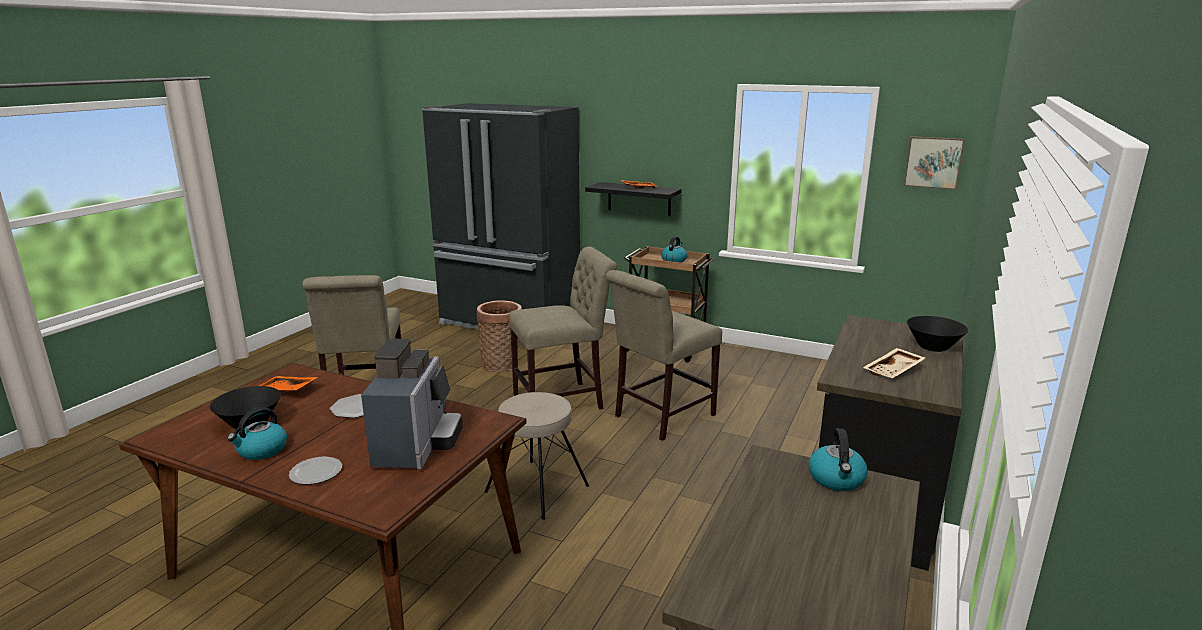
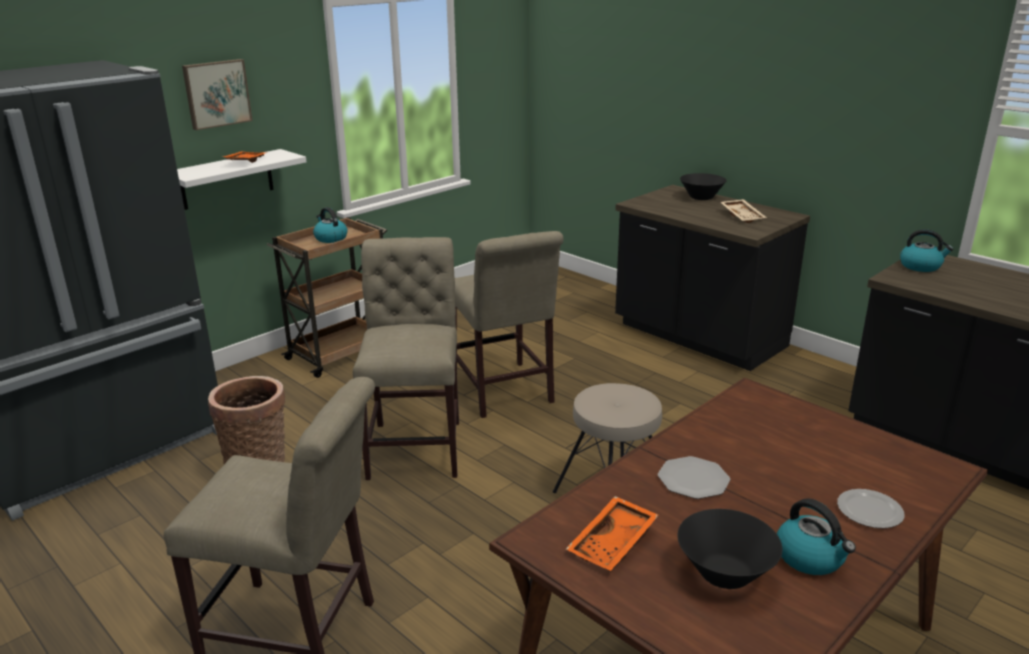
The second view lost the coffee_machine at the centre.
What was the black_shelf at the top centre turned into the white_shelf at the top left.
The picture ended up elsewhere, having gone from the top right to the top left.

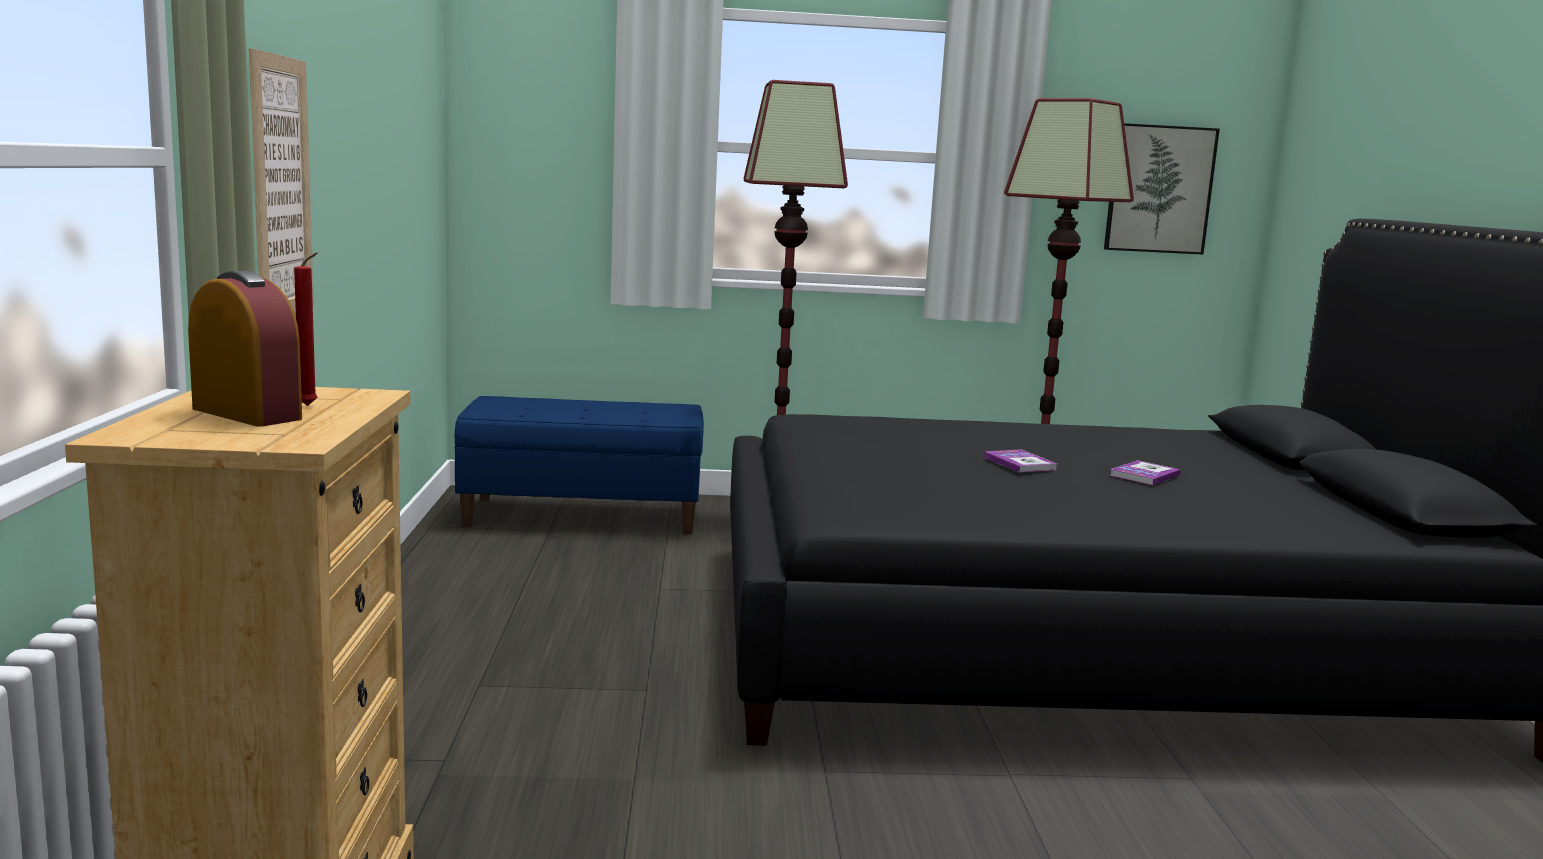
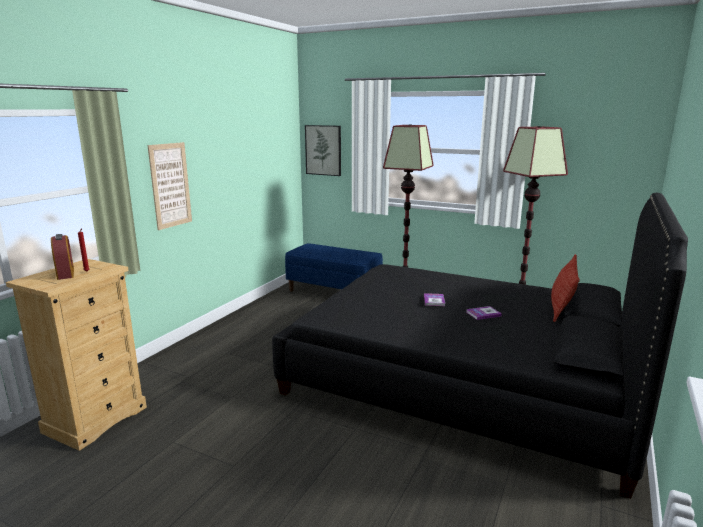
The picture (no. 2 from left) ended up elsewhere, having gone from the top right to the top centre.
The second view gained the pillow at the middle right.

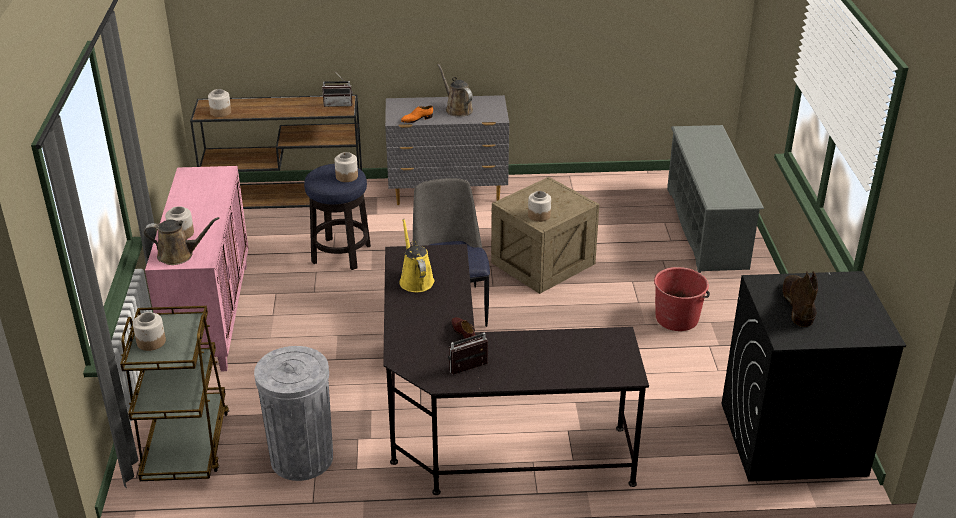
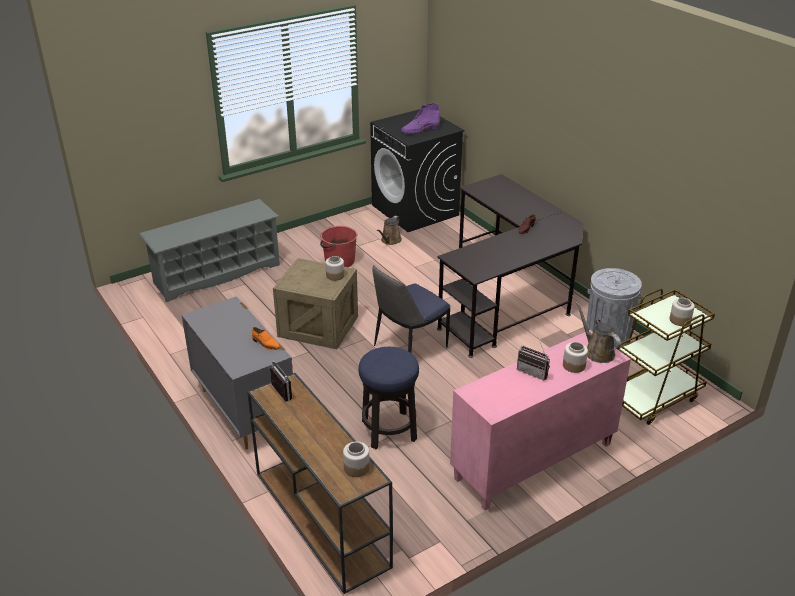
The second view lost the jar (no. 4 from left) at the top centre.
The second view lost the yellow_watering_can at the centre.
The brown_watering_can (no. 2 from left in the first image) ended up elsewhere, having gone from the top centre to the centre.
The radio (no. 2 from left) ended up elsewhere, having gone from the bottom centre to the middle right.
What was the brown_boot at the middle right turned into the purple_boot at the top centre.

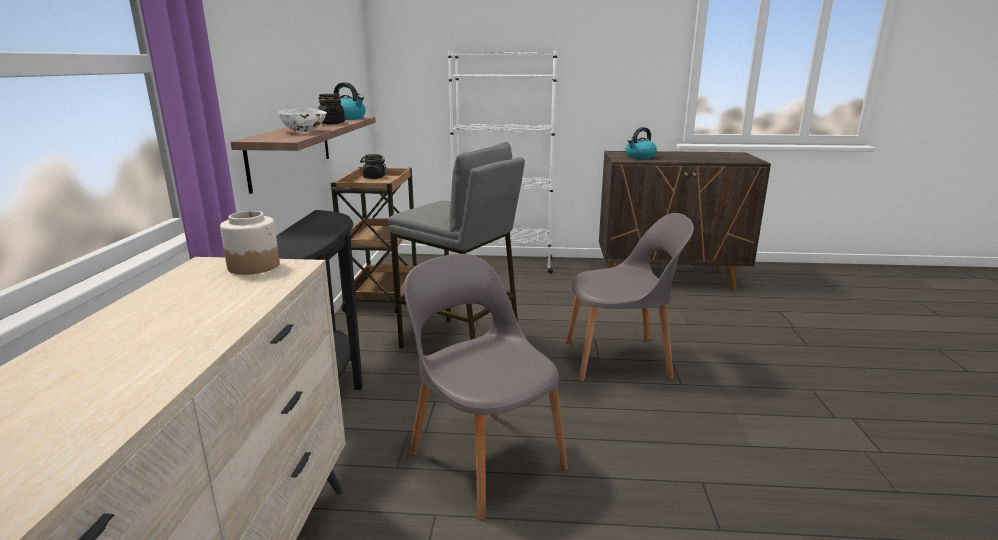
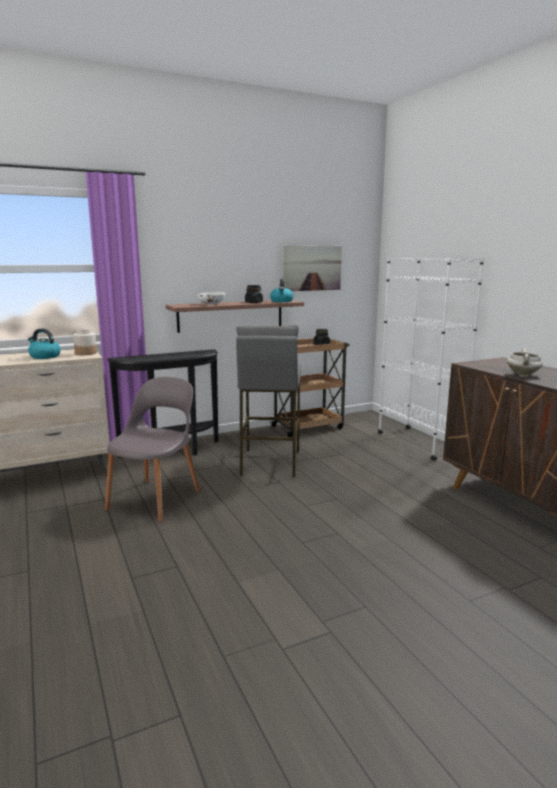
The second view lost the grey_chair (no. 2 from left) at the centre.
The kettle (no. 2 from left in the first image) ended up elsewhere, having gone from the top centre to the middle left.
The second view gained the picture at the centre.
The second view gained the white_cooking_pot at the middle right.

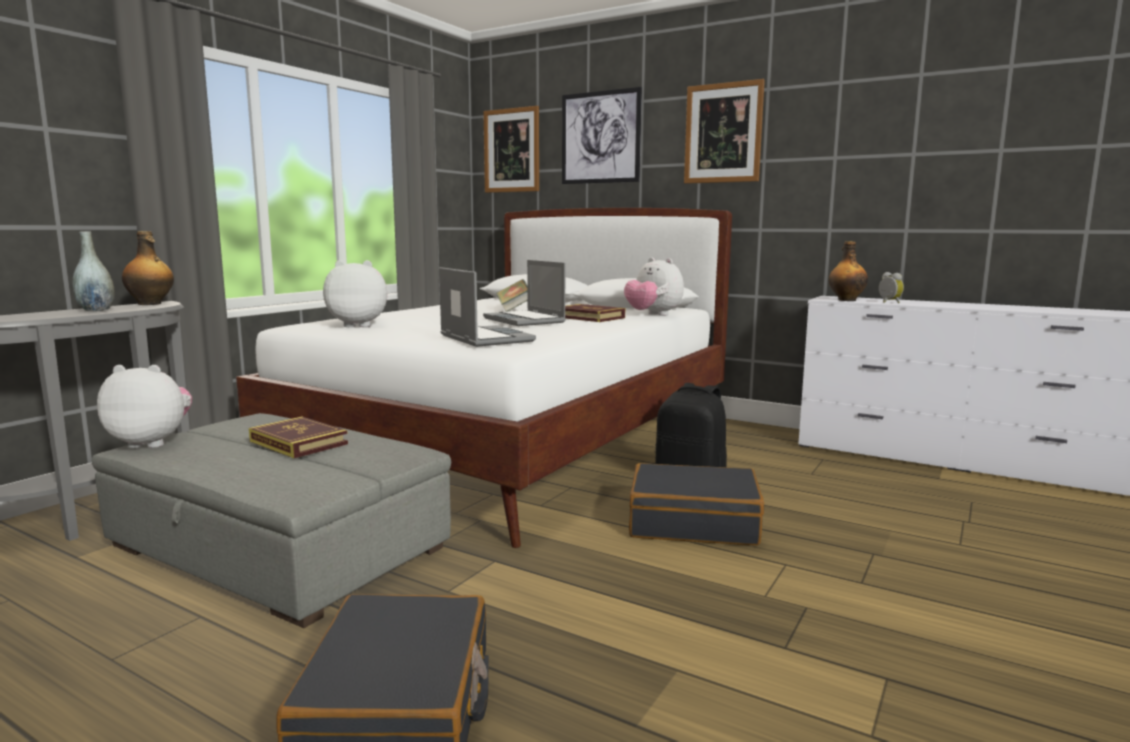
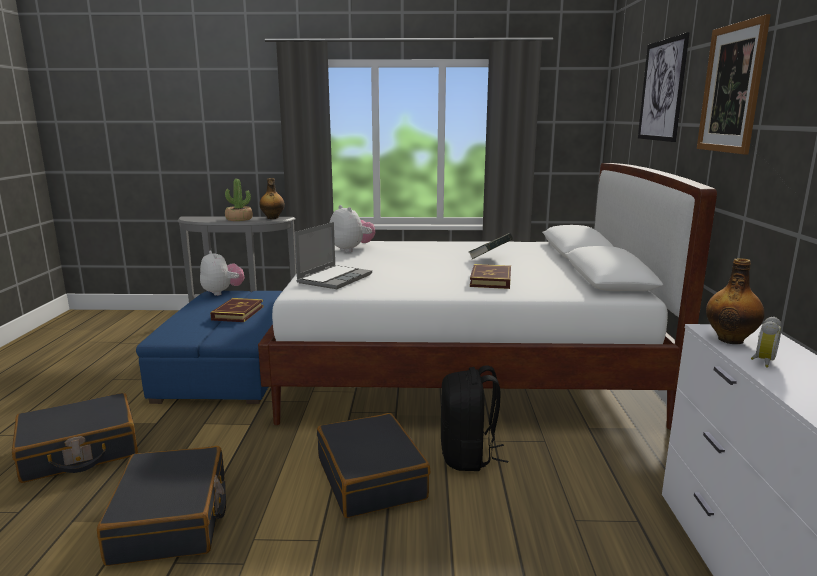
Where the grey_vase stood at the middle left, the potted_plant came to stand at the middle left.
What was the grey_ottoman at the bottom left turned into the blue_ottoman at the middle left.
The second view lost the picture (no. 1 from left) at the top centre.
The second view lost the laptop (no. 2 from left) at the centre.
The second view lost the plush_toy (no. 3 from left) at the centre.
The second view gained the black_suitcase (no. 2 from left) at the bottom left.

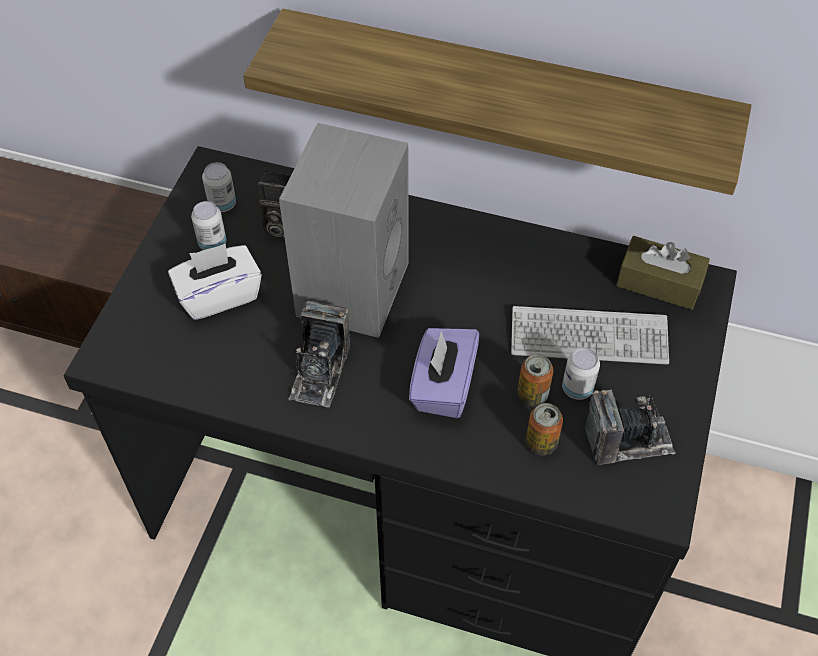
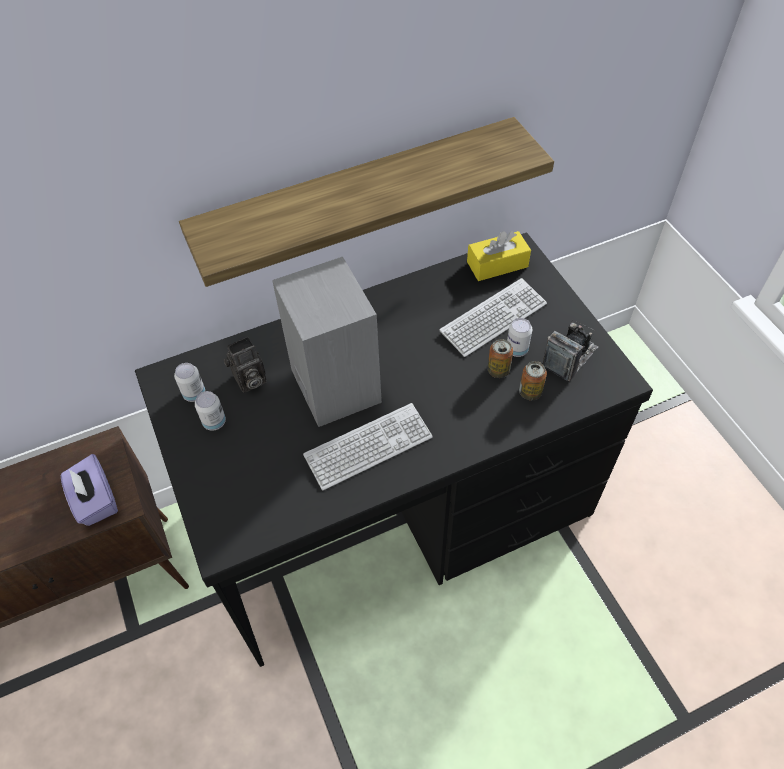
The second view lost the white_tissue_box at the middle left.
Where the photo_camera (no. 2 from left) stood at the centre, the keyboard (no. 1 from left) came to stand at the centre.
The purple_tissue_box ended up elsewhere, having gone from the centre to the middle left.
What was the brown_tissue_box at the middle right turned into the yellow_tissue_box at the top centre.

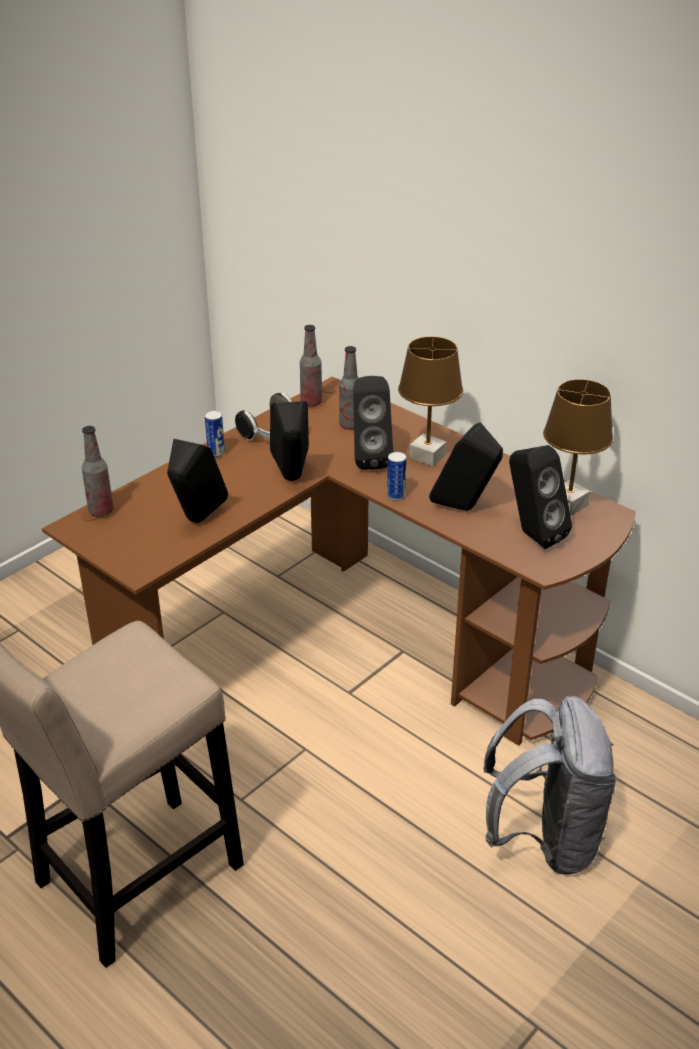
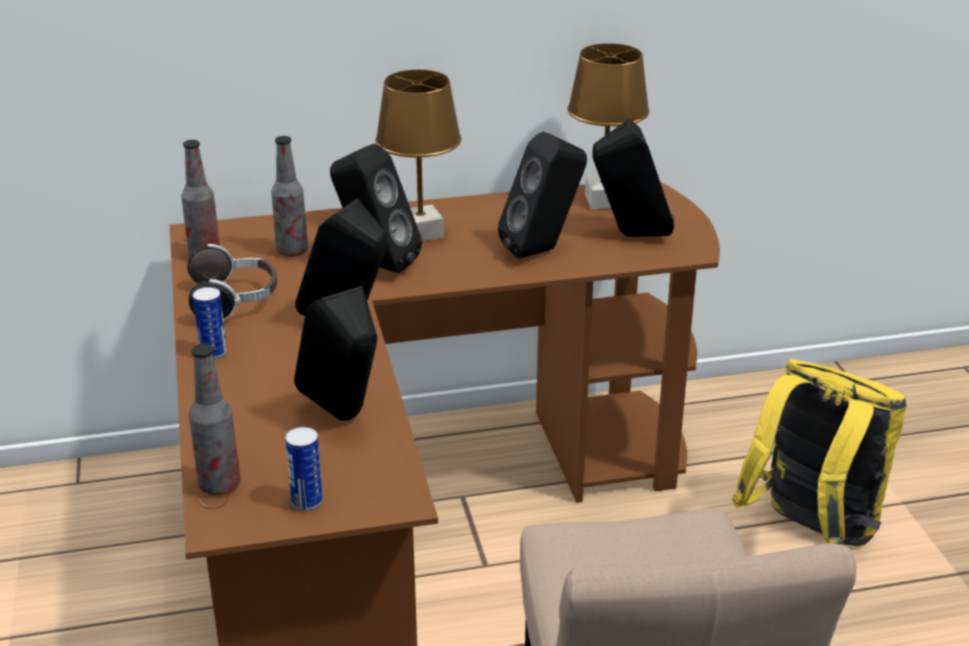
The can (no. 2 from left) ended up elsewhere, having gone from the centre to the bottom left.
What was the grey_backpack at the bottom right turned into the yellow_backpack at the bottom right.

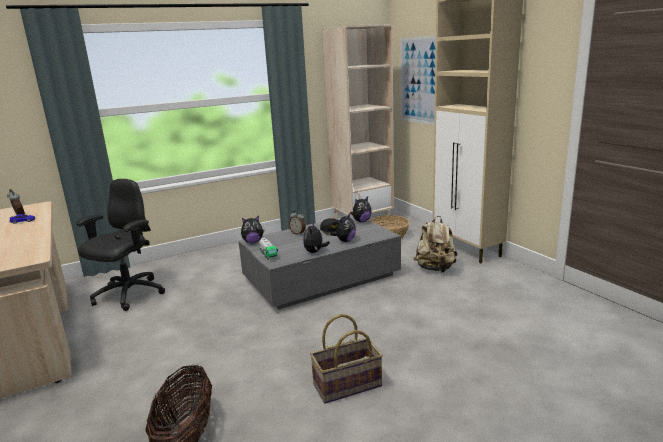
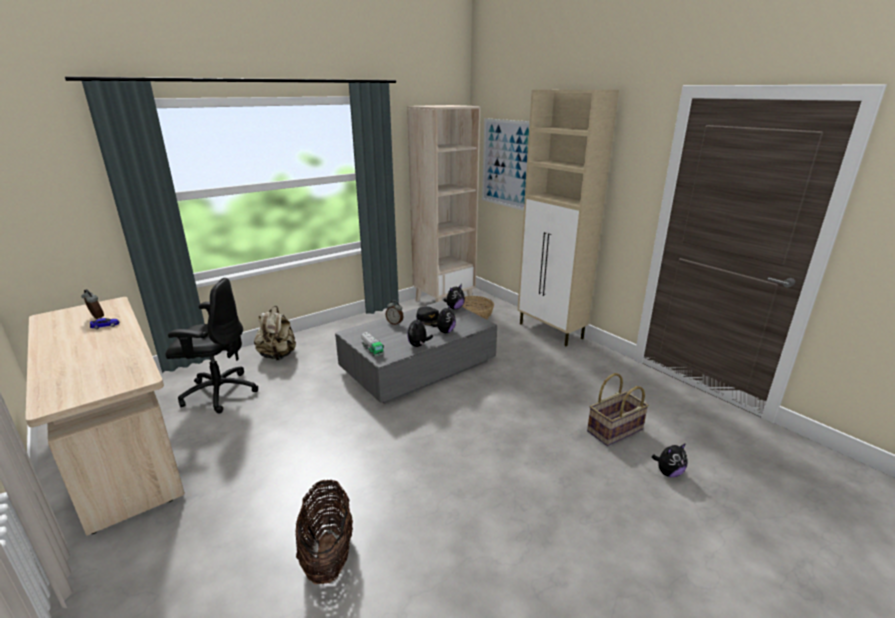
The black_office_chair at the middle left ended up facing another way, 75 degrees clockwise from before.
The plush_toy (no. 1 from left in the first image) ended up elsewhere, having gone from the centre to the bottom right.
The basket (no. 2 from left in the first image) ended up elsewhere, having gone from the bottom centre to the middle right.
The beige_backpack ended up elsewhere, having gone from the centre to the middle left.

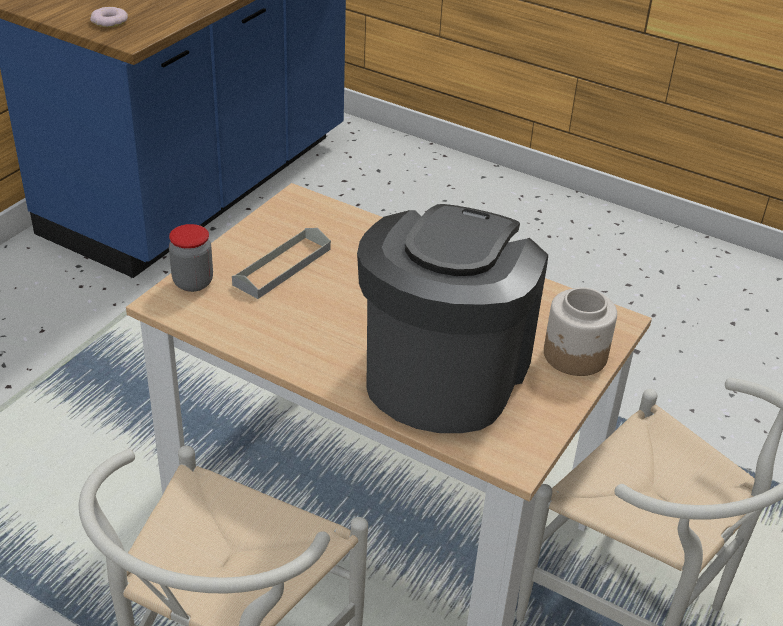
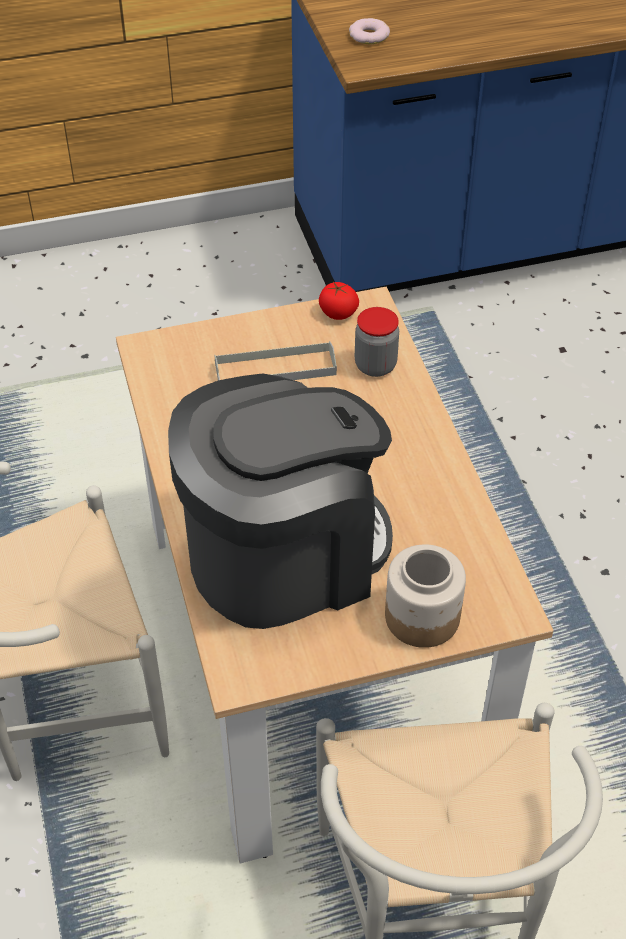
The jar (no. 1 from left) ended up elsewhere, having gone from the middle left to the centre.
The second view gained the tomato at the top centre.

